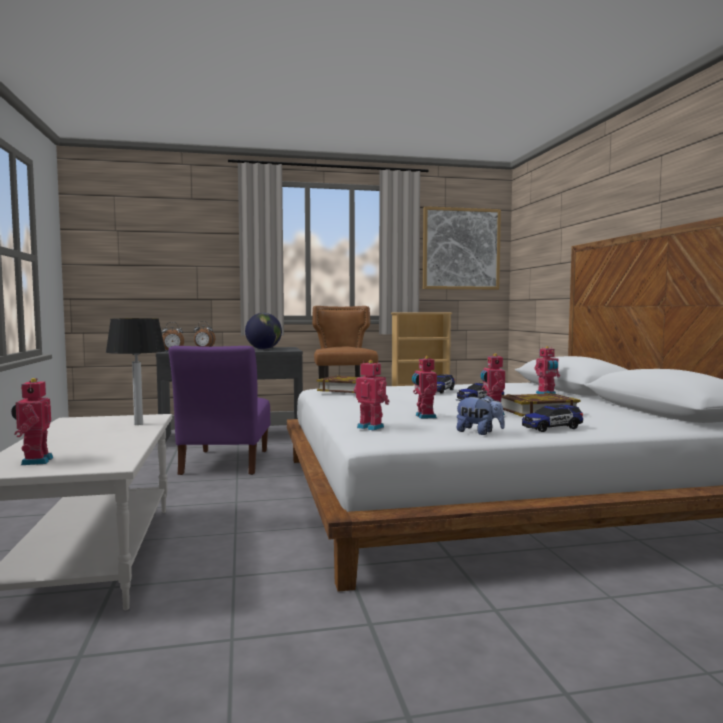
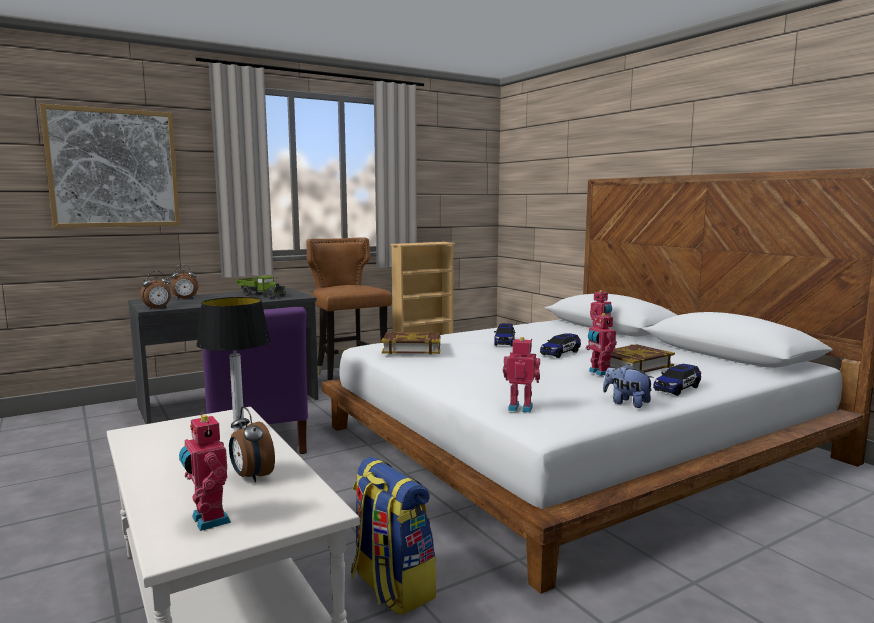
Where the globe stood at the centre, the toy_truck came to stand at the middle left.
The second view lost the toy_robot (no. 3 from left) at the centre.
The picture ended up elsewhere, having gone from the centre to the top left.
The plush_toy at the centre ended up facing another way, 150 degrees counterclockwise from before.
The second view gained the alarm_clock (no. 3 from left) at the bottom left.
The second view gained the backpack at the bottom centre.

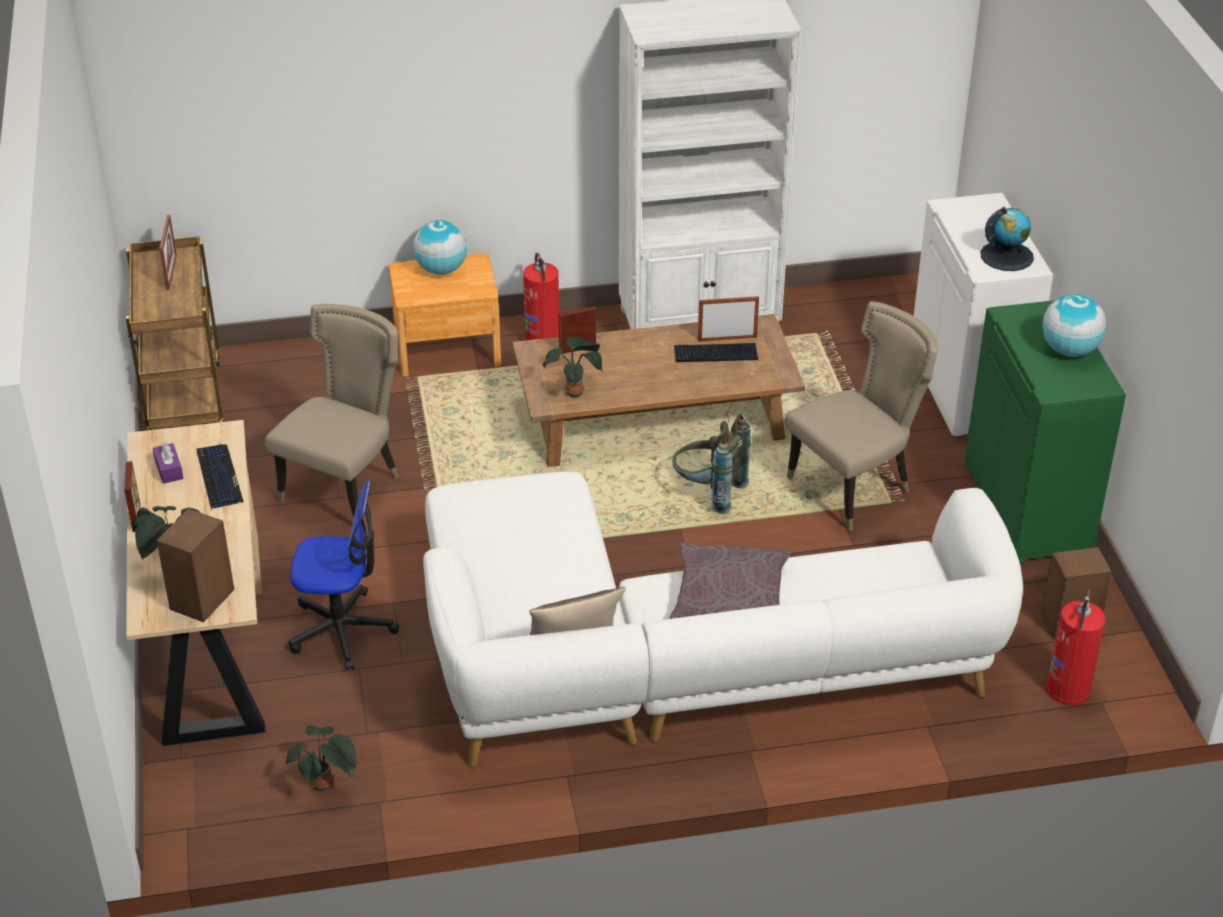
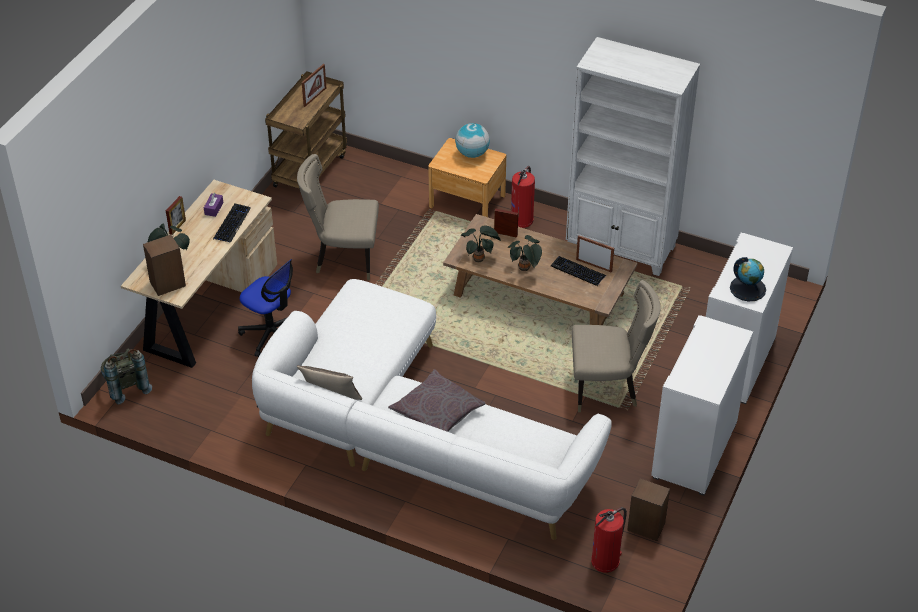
The beige_chair (no. 1 from left) at the middle left ended up facing another way, 150 degrees counterclockwise from before.
The potted_plant (no. 2 from left in the first image) ended up elsewhere, having gone from the bottom left to the centre.
The grey_backpack ended up elsewhere, having gone from the centre to the middle left.
What was the green_cabinet at the middle right turned into the white_cabinet (no. 1 from left) at the middle right.
The second view lost the globe (no. 3 from left) at the middle right.

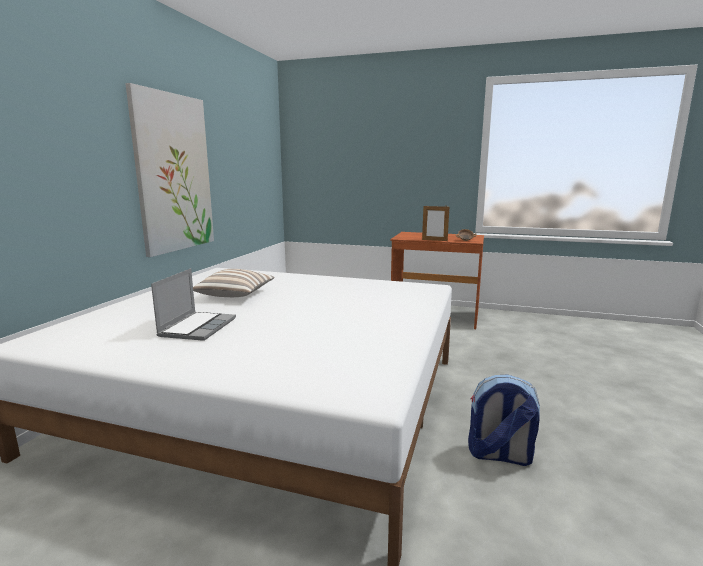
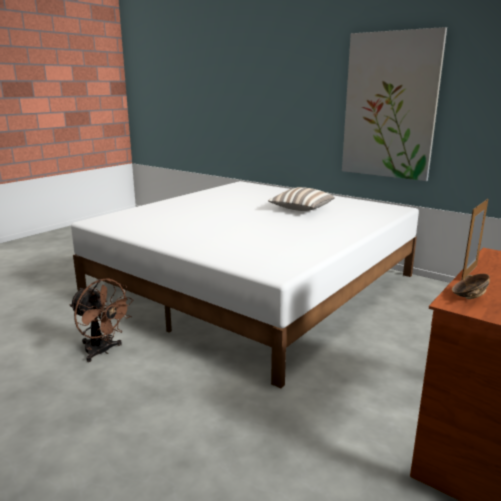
The second view lost the laptop at the middle left.
Where the backpack stood at the bottom right, the brown_fan came to stand at the middle left.

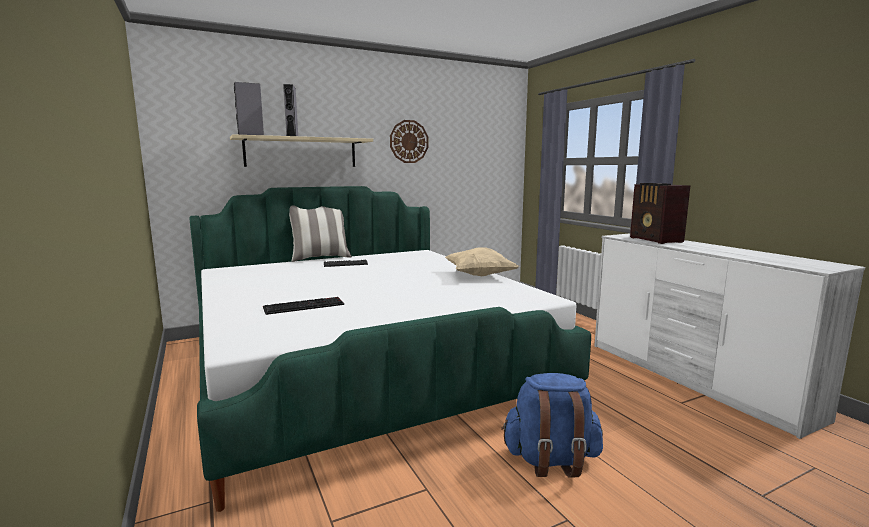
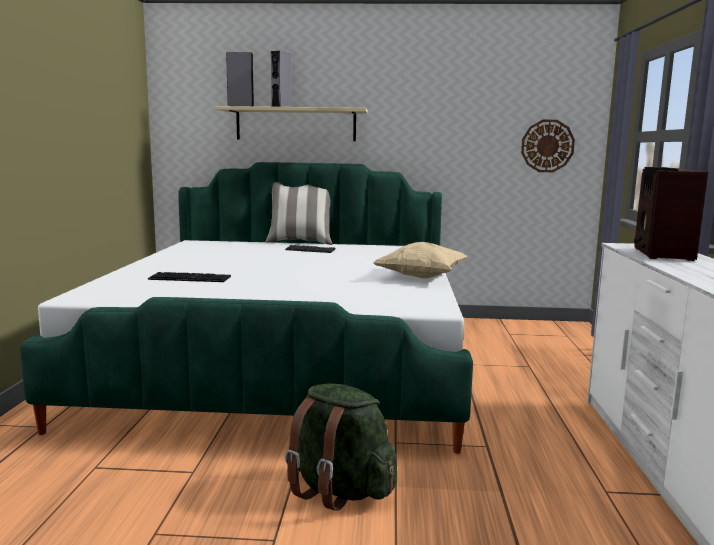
The wall_clock ended up elsewhere, having gone from the top centre to the top right.
What was the blue_backpack at the bottom centre turned into the green_backpack at the bottom centre.

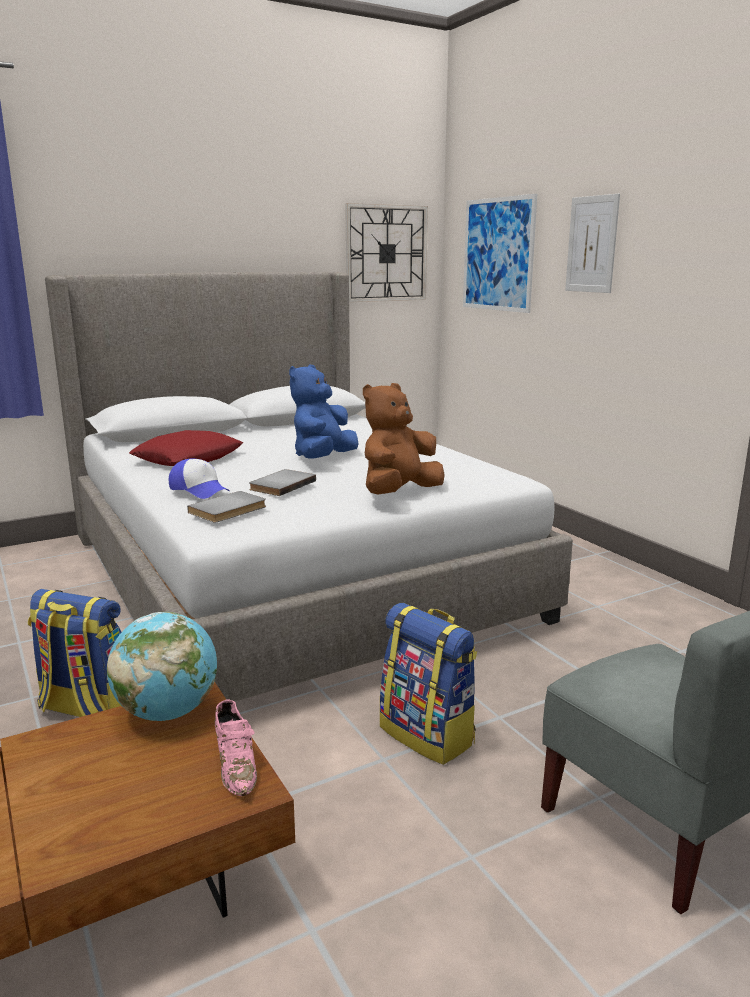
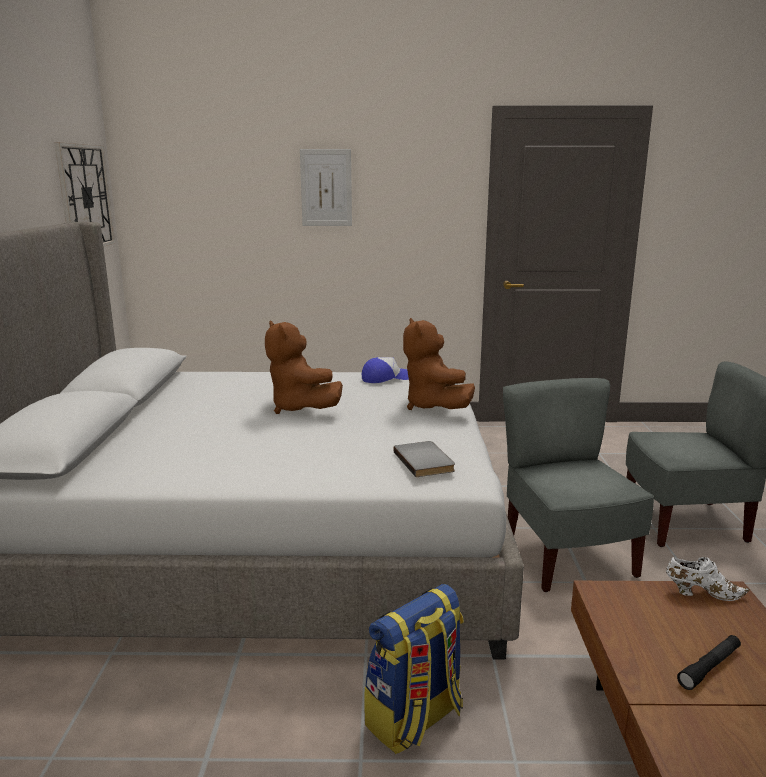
The second view lost the globe at the bottom left.
The second view lost the red_pillow at the middle left.
The cap ended up elsewhere, having gone from the middle left to the centre.
What was the pink_shoe at the bottom left turned into the white_shoe at the bottom right.
The second view lost the grey_book (no. 2 from left) at the centre.
What was the blue_plush_toy at the centre turned into the brown_plush_toy (no. 1 from left) at the centre.
Where the backpack (no. 2 from left) stood at the bottom centre, the grey_chair (no. 1 from left) came to stand at the middle right.
The second view lost the picture (no. 1 from left) at the top right.
The second view gained the black_flashlight at the bottom right.

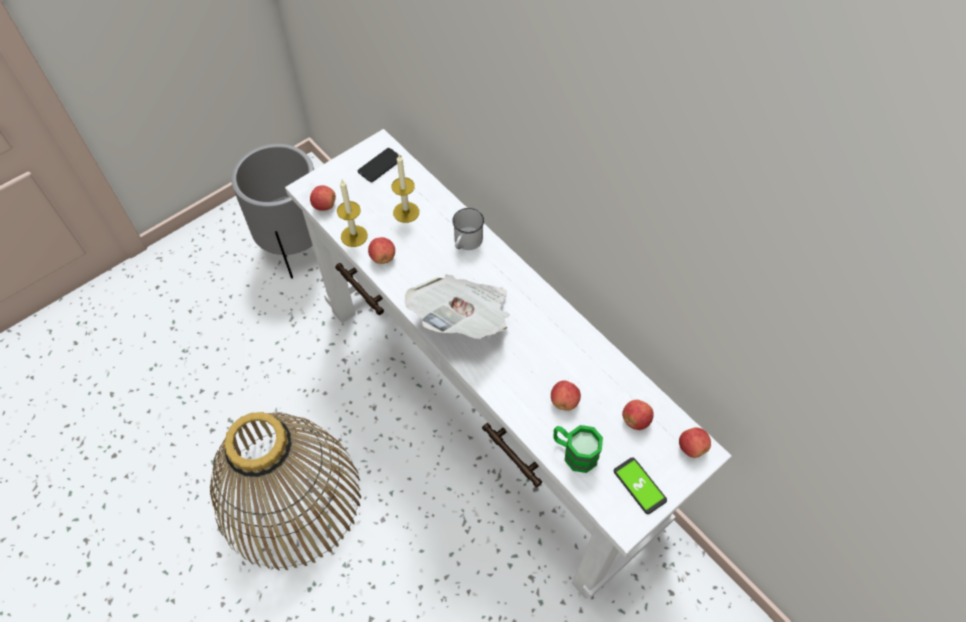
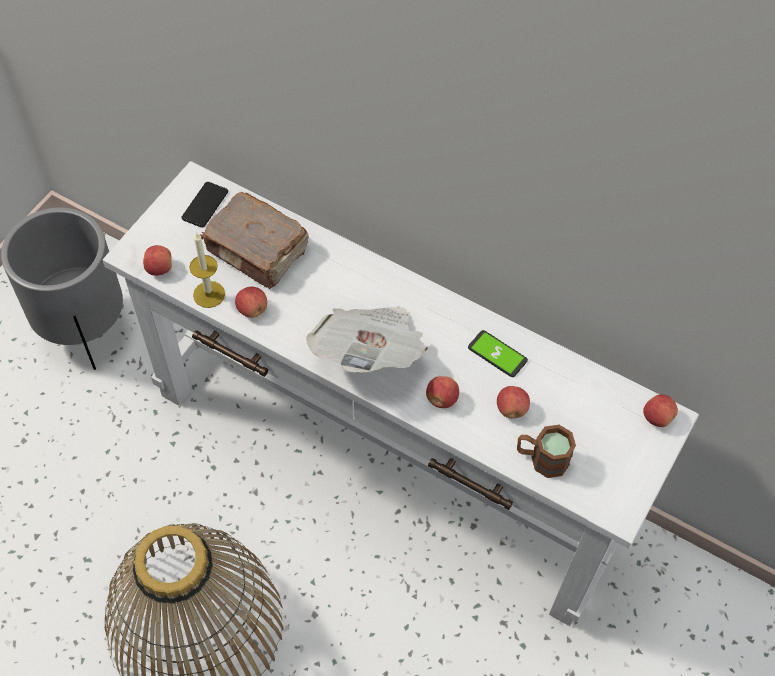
Where the candle (no. 2 from left) stood at the top centre, the brown_book came to stand at the middle left.
The second view lost the white_mug at the centre.
What was the green_mug at the bottom centre turned into the brown_mug at the bottom right.
The phone (no. 2 from left) ended up elsewhere, having gone from the bottom centre to the centre.
The apple (no. 4 from left in the first image) ended up elsewhere, having gone from the bottom centre to the centre.

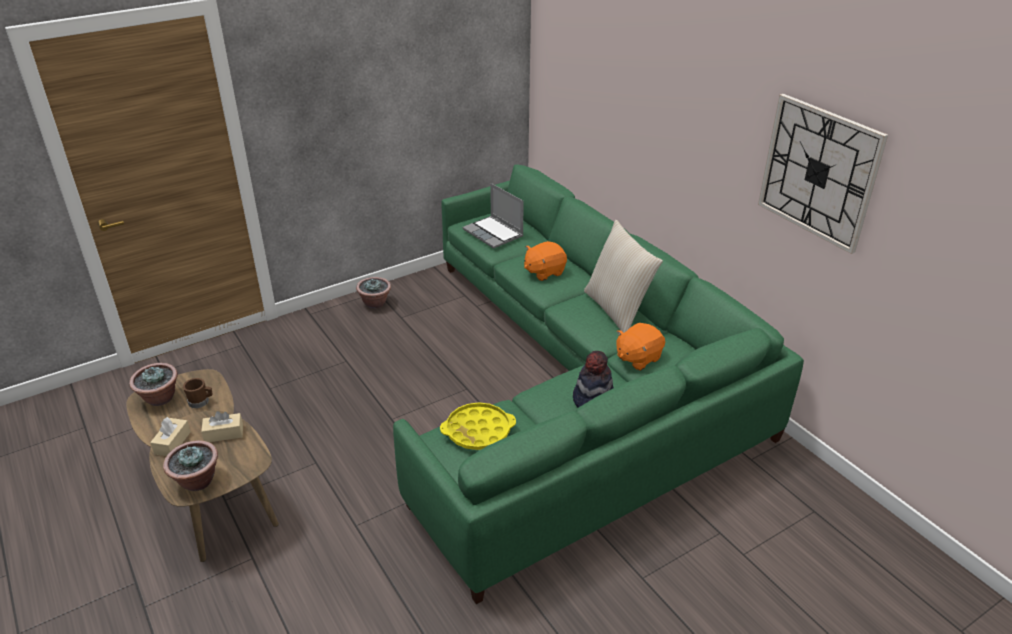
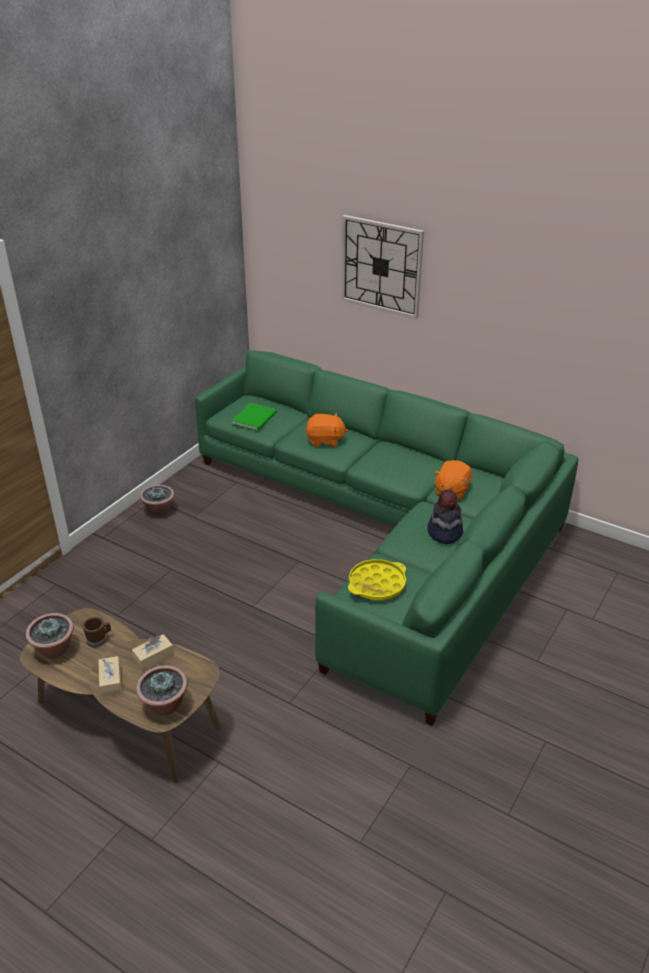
Where the laptop stood at the centre, the green_book came to stand at the centre.
The orange_plush_toy (no. 1 from left) at the centre ended up facing another way, 120 degrees counterclockwise from before.
The second view lost the beige_pillow at the centre.
The wall_clock ended up elsewhere, having gone from the top right to the top centre.

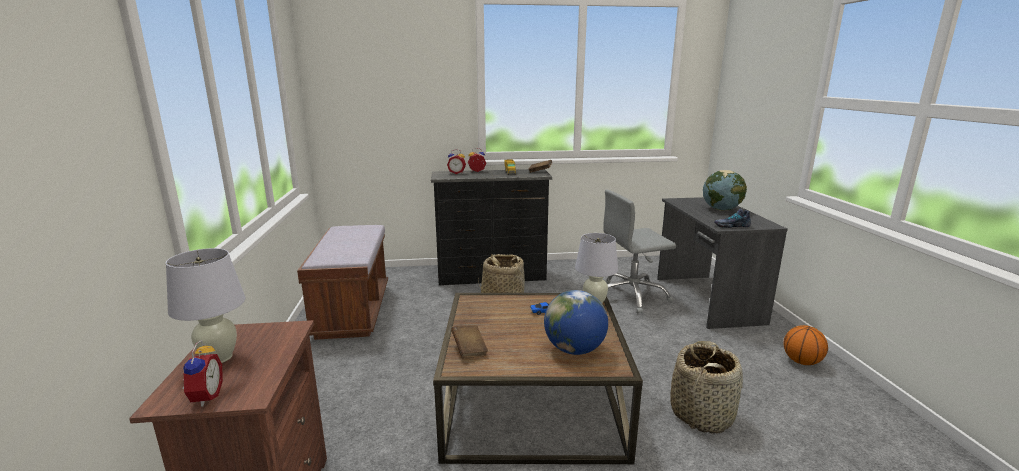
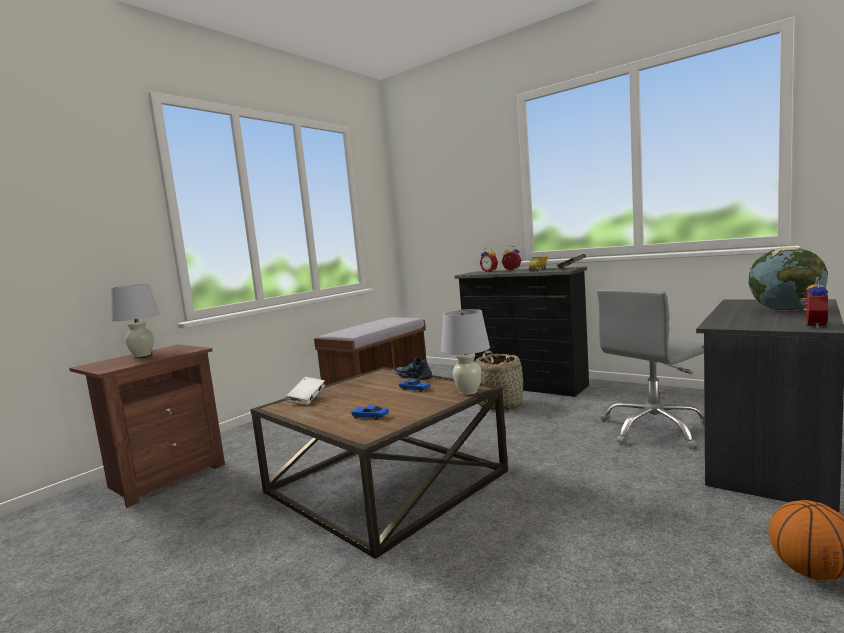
The alarm_clock (no. 1 from left in the first image) ended up elsewhere, having gone from the bottom left to the middle right.
What was the brown_book (no. 1 from left) at the bottom centre turned into the white_book at the centre.
Where the globe (no. 1 from left) stood at the bottom centre, the toy_car (no. 1 from left) came to stand at the centre.
The grey_office_chair at the centre ended up facing another way, 60 degrees counterclockwise from before.
The second view lost the basket (no. 2 from left) at the bottom right.
The shoe ended up elsewhere, having gone from the middle right to the centre.

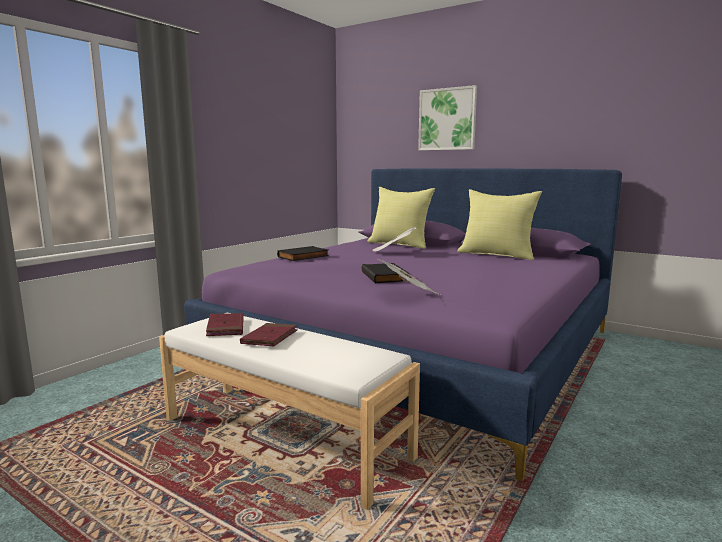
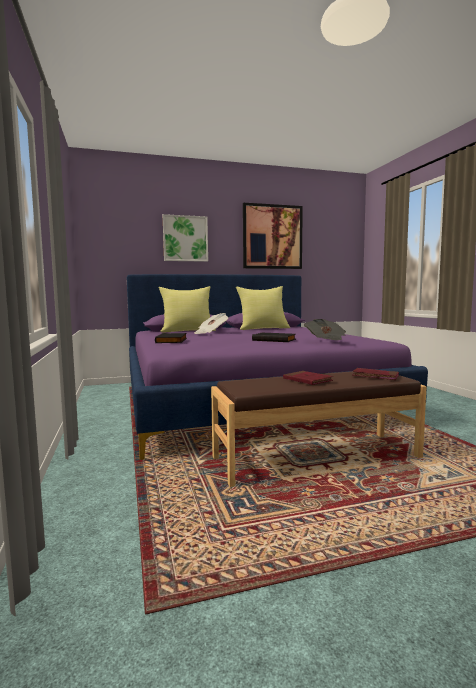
What was the white_bench at the bottom centre turned into the brown_bench at the middle right.
The red_book (no. 1 from left in the first image) ended up elsewhere, having gone from the middle left to the middle right.
The second view gained the picture (no. 2 from left) at the centre.

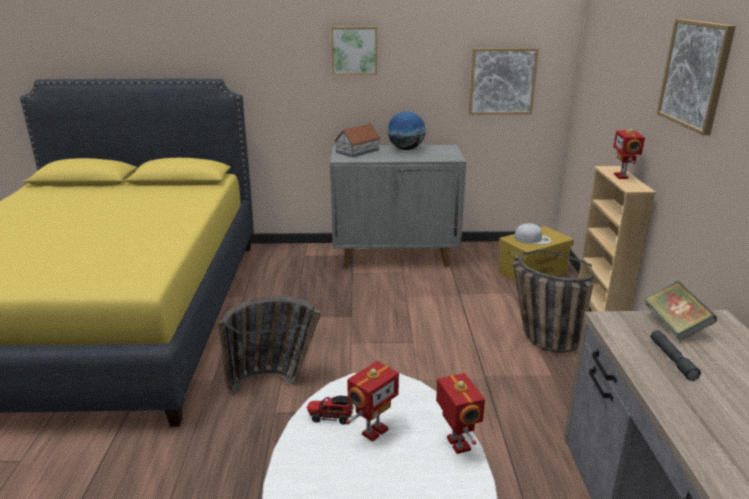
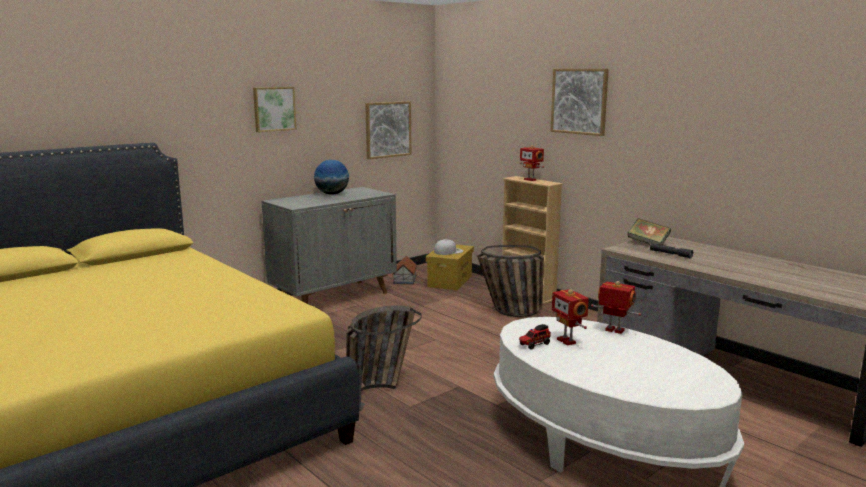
The toy_house ended up elsewhere, having gone from the top centre to the centre.
The toy_robot (no. 1 from left in the first image) at the bottom centre ended up facing another way, 150 degrees clockwise from before.

